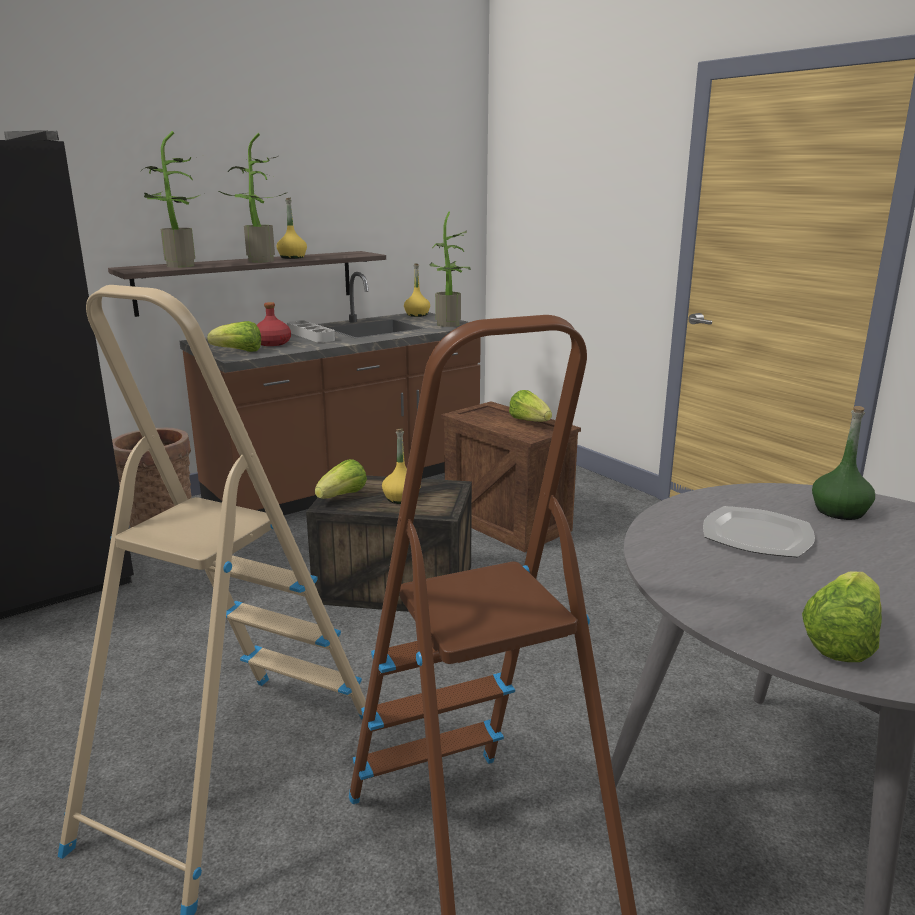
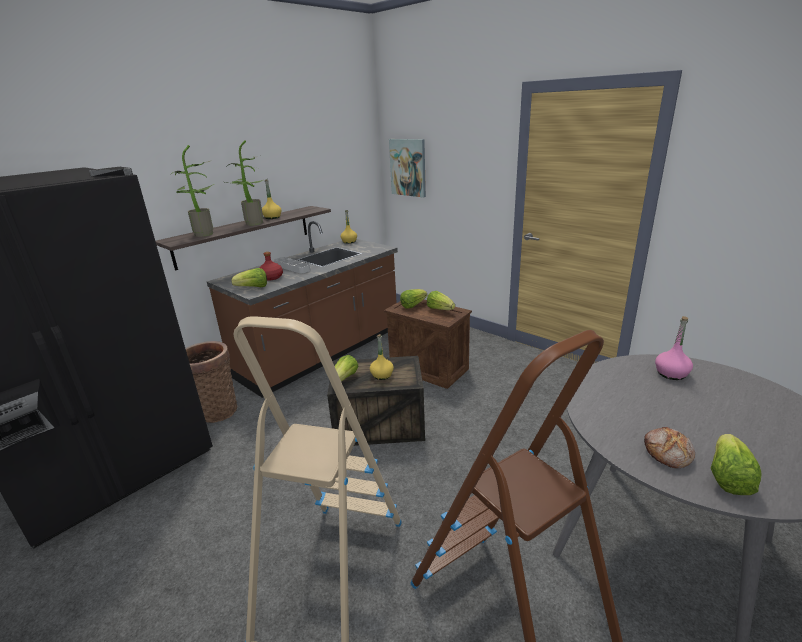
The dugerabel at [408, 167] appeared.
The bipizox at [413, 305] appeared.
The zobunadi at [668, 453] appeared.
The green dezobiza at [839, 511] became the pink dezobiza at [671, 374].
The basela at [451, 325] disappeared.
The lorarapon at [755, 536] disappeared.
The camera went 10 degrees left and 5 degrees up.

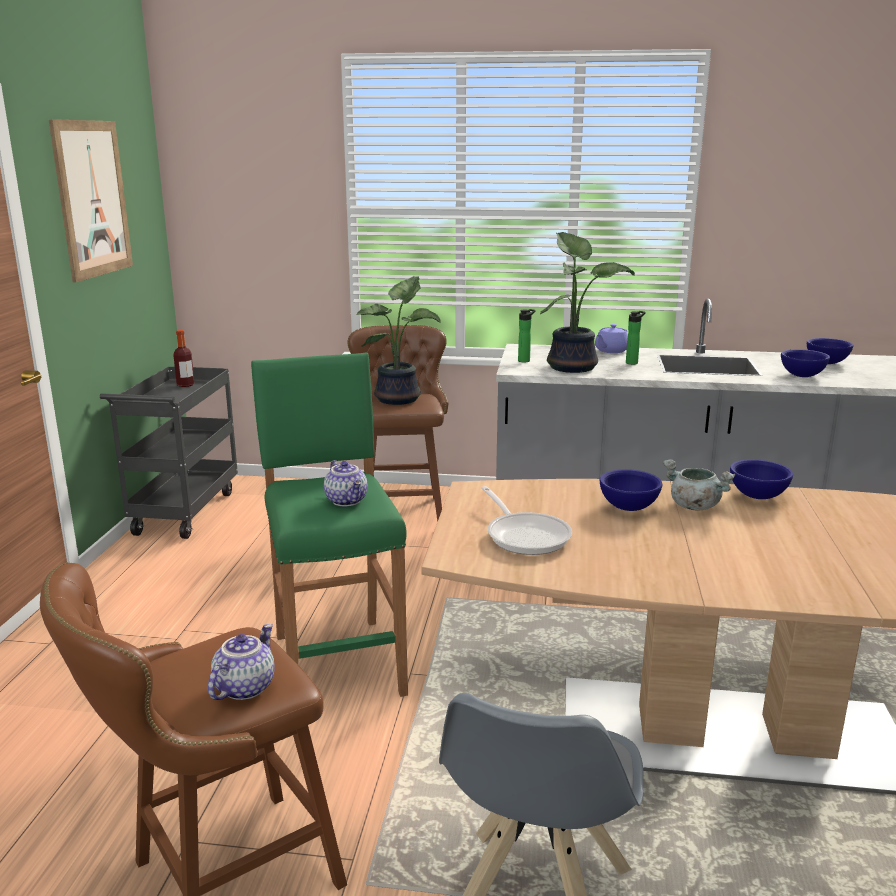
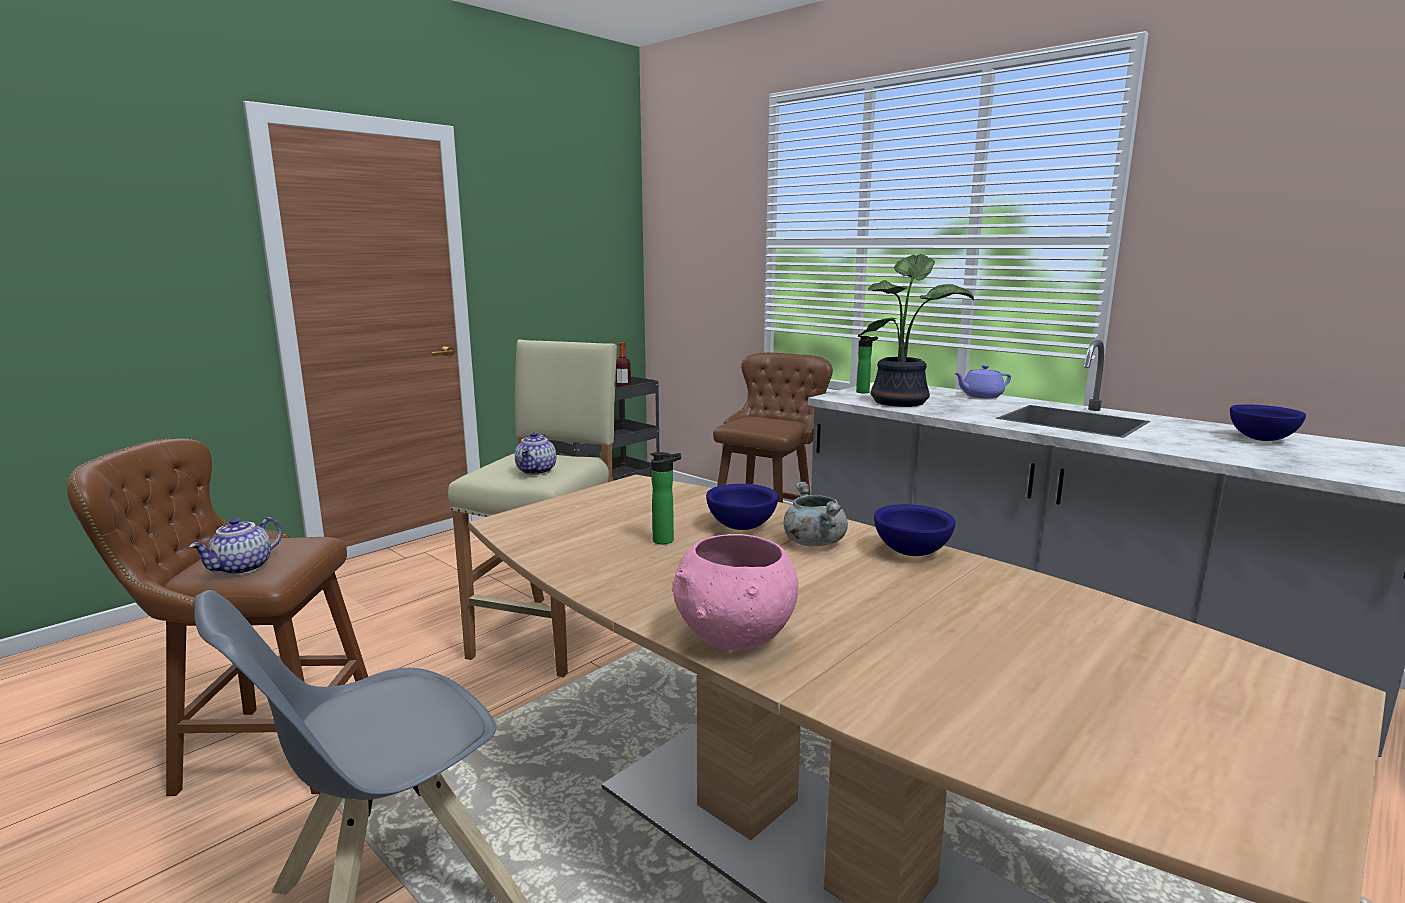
The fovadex at [244, 687] turned 150 degrees clockwise.
The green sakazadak at [337, 663] became the beige sakazadak at [550, 633].
The dezobiza moved from [633, 363] to [666, 540].
The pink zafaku at [735, 638] appeared.
The dugerabel at [92, 199] disappeared.
The basela at [400, 399] disappeared.
The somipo at [525, 535] disappeared.
The blue zafaku at [802, 375] disappeared.
The camera went 35 degrees right and 5 degrees down.

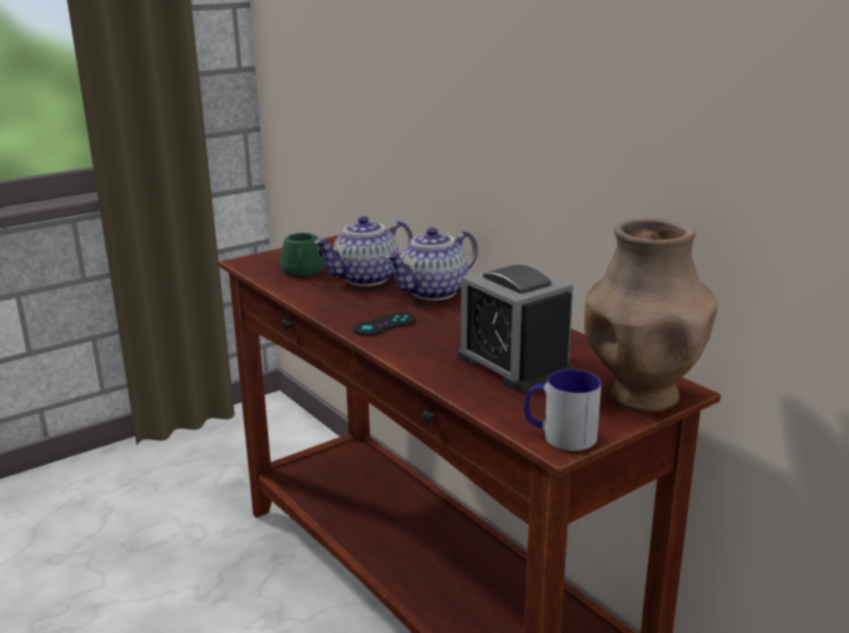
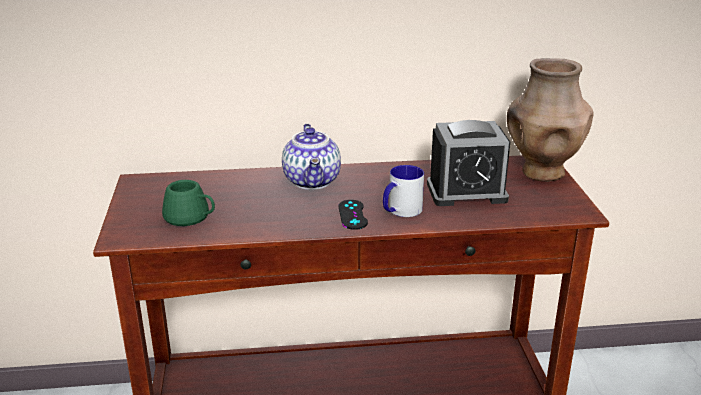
The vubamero moved from [559, 436] to [400, 211].
The fovadex at [366, 279] disappeared.
The camera went 60 degrees left and 5 degrees up.

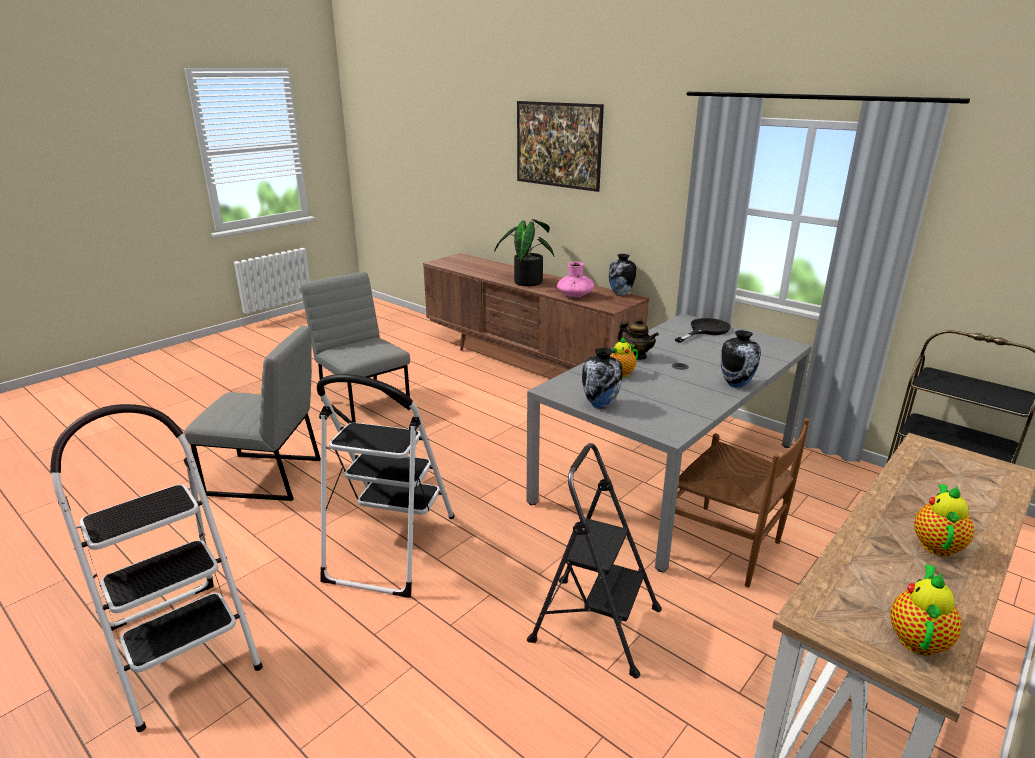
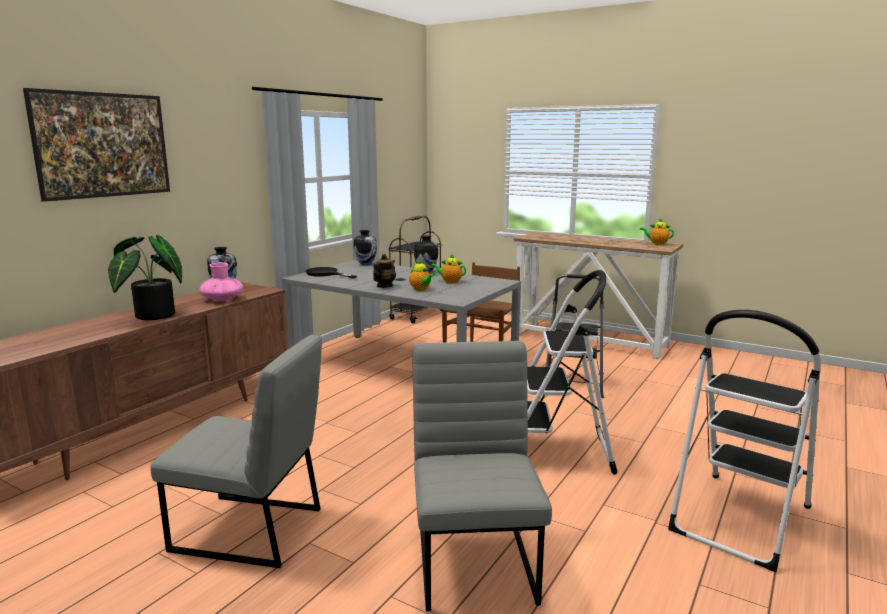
The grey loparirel at [364, 403] turned 120 degrees counterclockwise.
The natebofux moved from [601, 405] to [366, 264].
The fovadex moved from [936, 544] to [450, 282].
The camera went 100 degrees left and 10 degrees down.

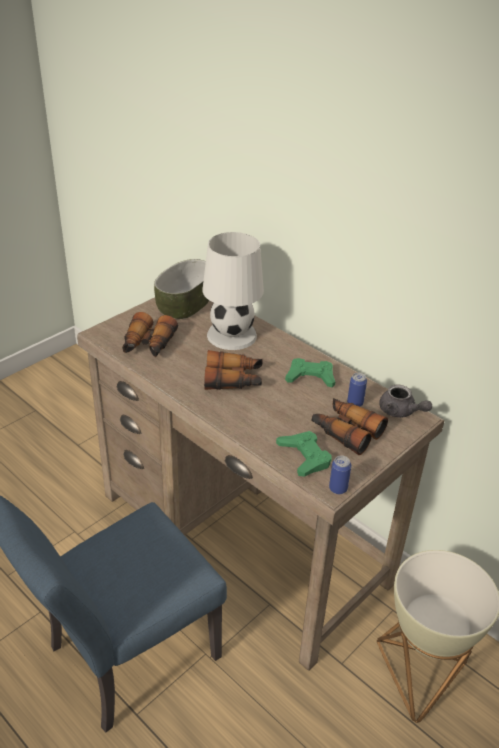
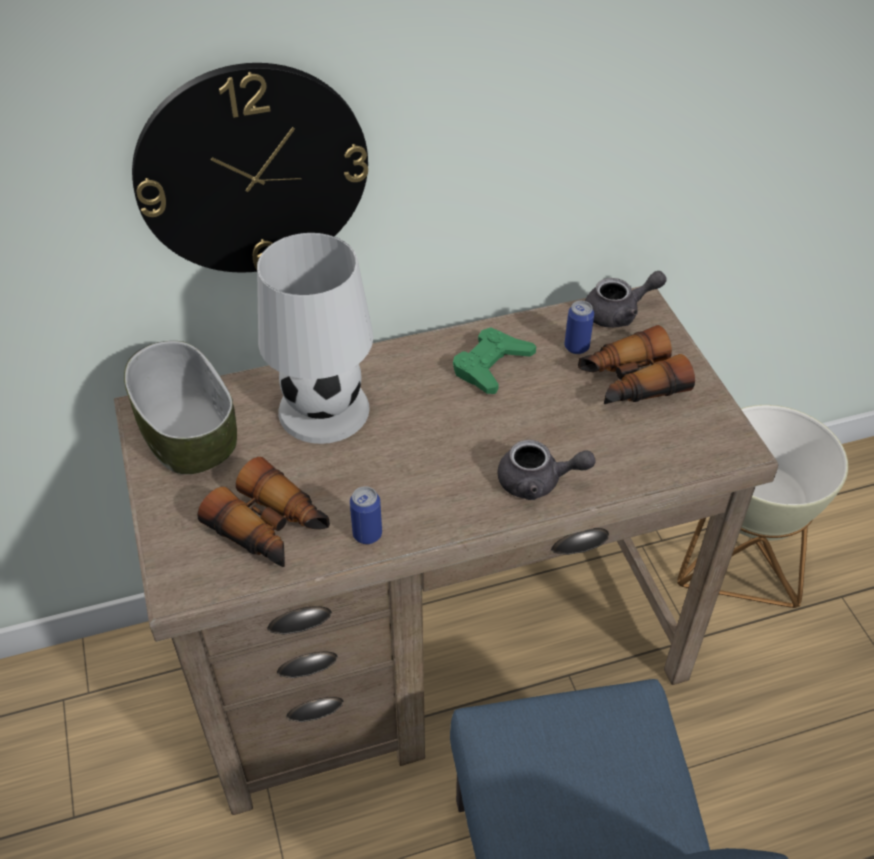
The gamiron at [252, 171] appeared.
The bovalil moved from [338, 488] to [367, 534].
The grey fovadex at [538, 482] appeared.
The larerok at [234, 379] disappeared.
The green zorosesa at [304, 457] disappeared.
The camera went 60 degrees left and 10 degrees up.

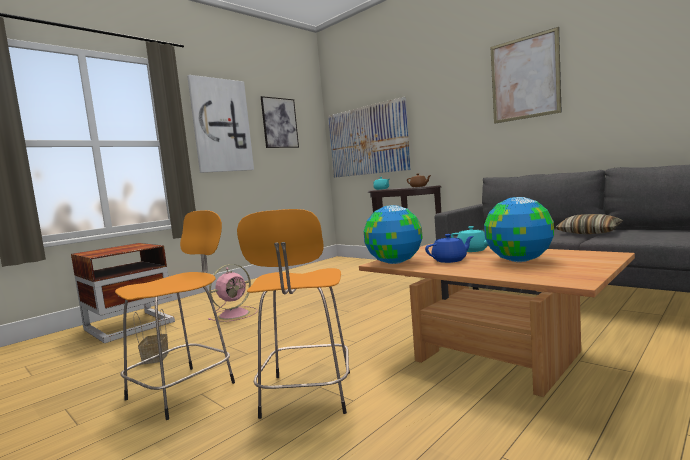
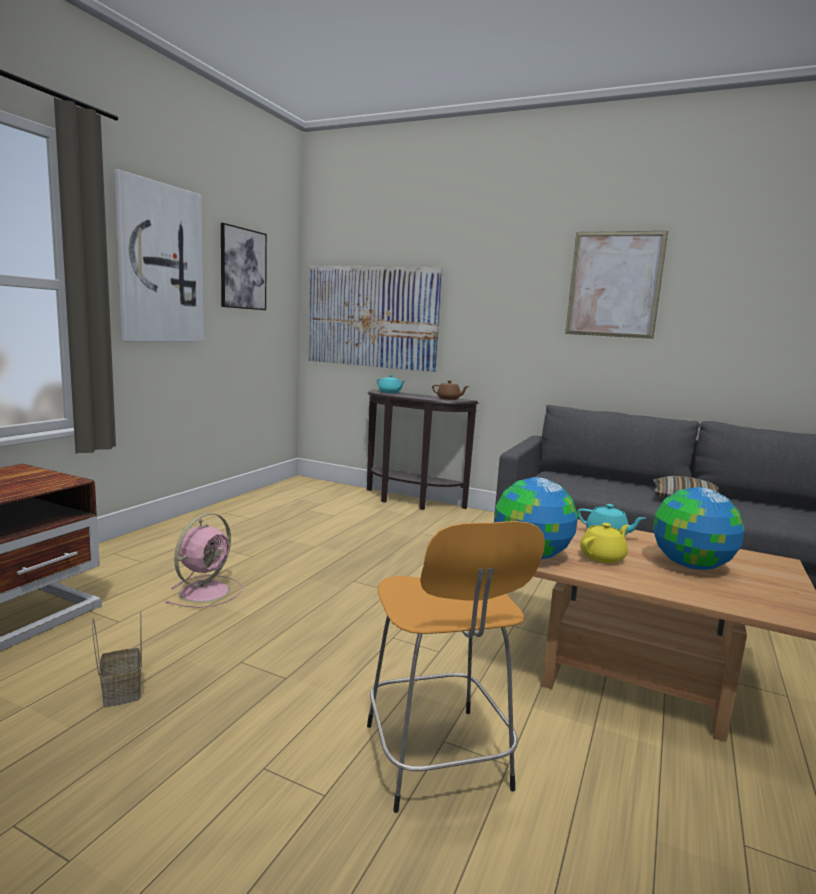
The blue fovadex at [450, 260] became the yellow fovadex at [603, 557].
The orange sakazadak at [184, 389] disappeared.
The camera went 20 degrees left and 5 degrees up.

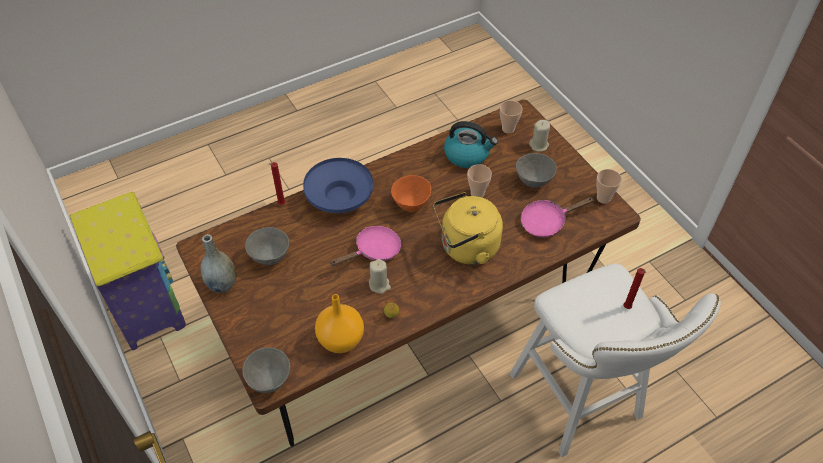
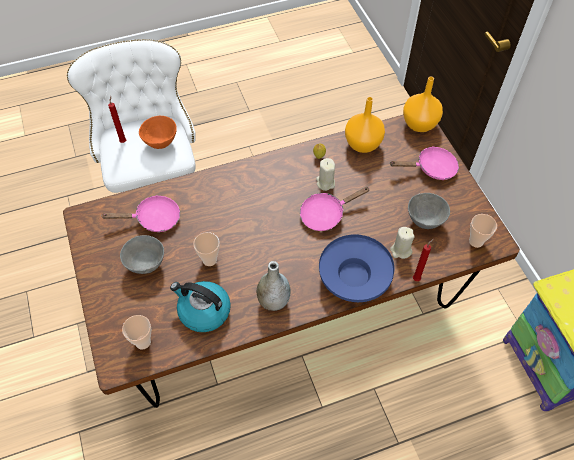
The orange zafaku moved from [411, 204] to [161, 143].
The grey natebofux moved from [222, 284] to [273, 301].
The pink somipo at [431, 168] appeared.
The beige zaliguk moved from [539, 145] to [400, 250].
The grey zafaku at [270, 381] was replaced by the orange natebofux at [418, 124].
The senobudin moved from [603, 198] to [476, 241].
The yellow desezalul at [466, 248] disappeared.
The camera went 170 degrees left and 5 degrees up.

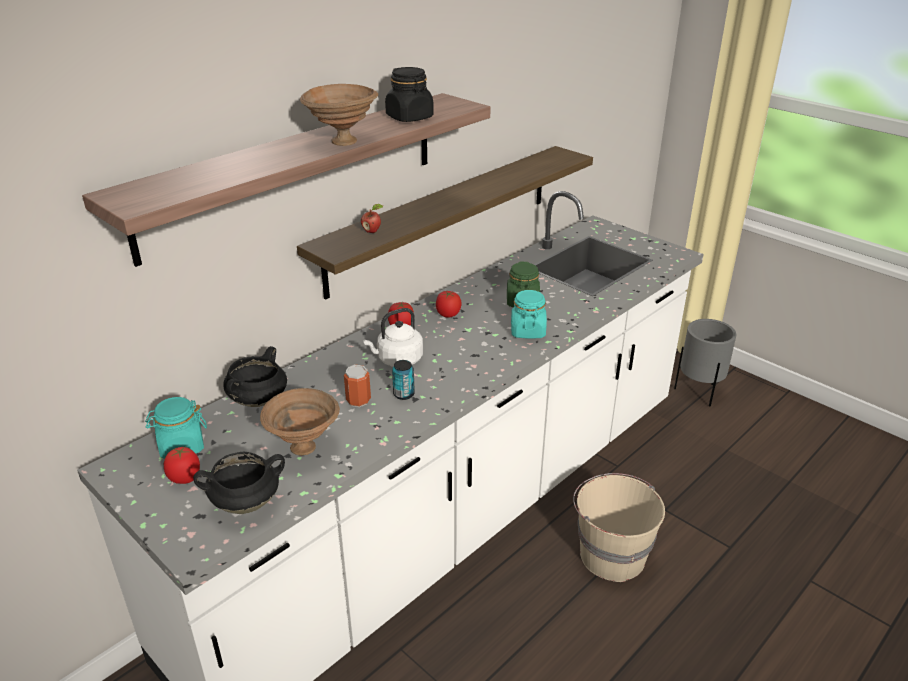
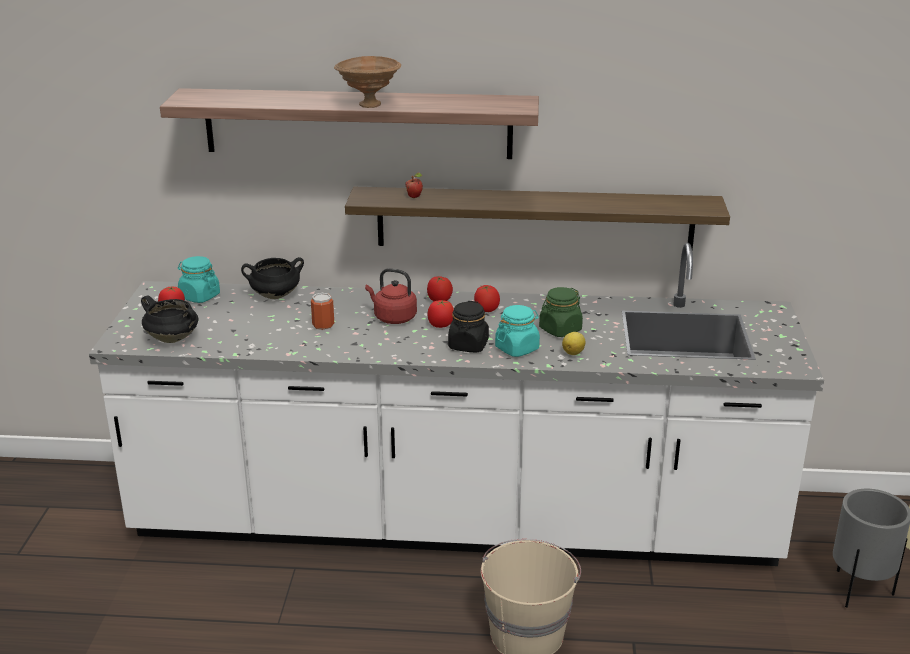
The white desezalul at [397, 360] became the red desezalul at [393, 318].
The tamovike at [440, 325] appeared.
The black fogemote moved from [410, 117] to [468, 345].
The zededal at [573, 352] appeared.
The brown zafaku at [305, 447] disappeared.
The bovalil at [404, 394] disappeared.
The camera went 50 degrees right and 5 degrees down.

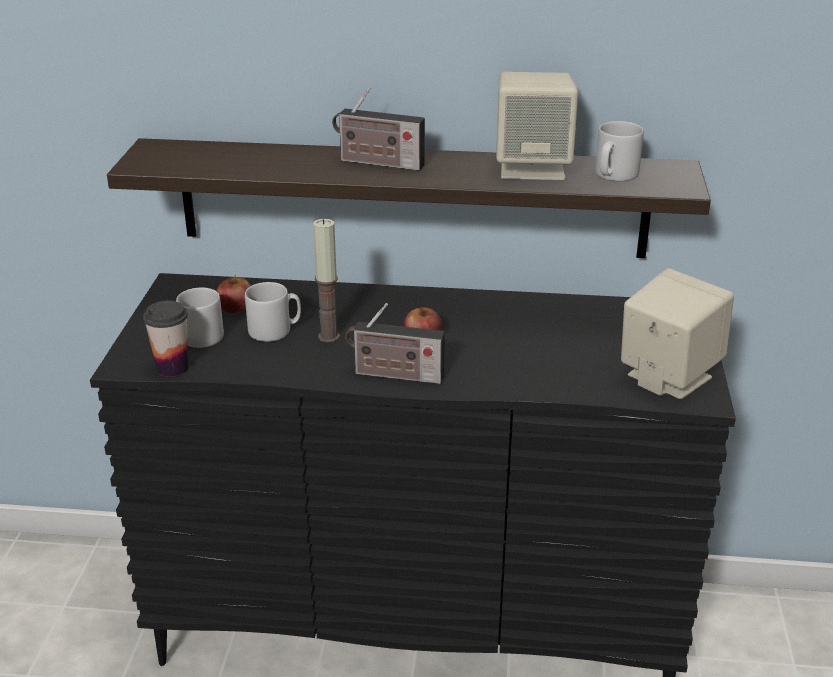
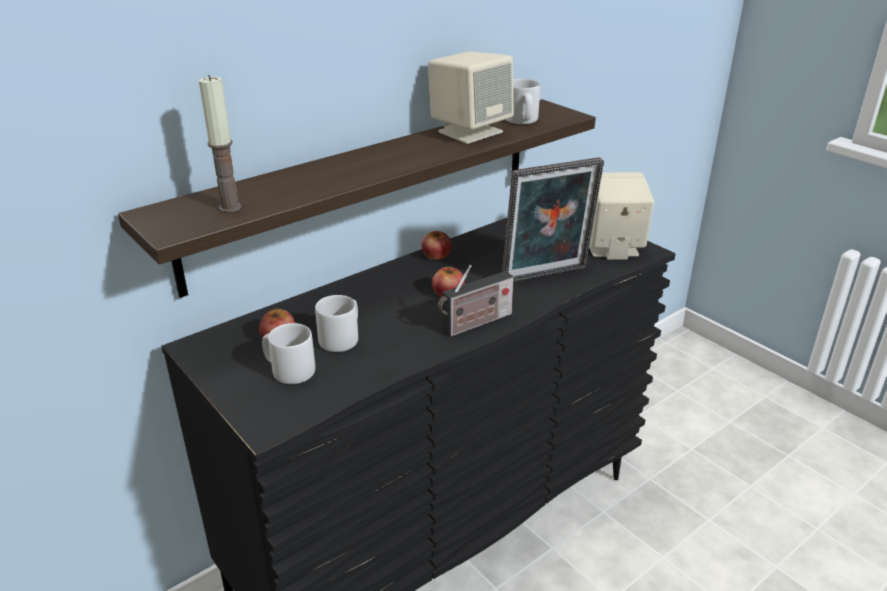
The zaliguk moved from [329, 336] to [230, 207].
The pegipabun at [436, 255] appeared.
The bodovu at [546, 277] appeared.
The senobudin at [172, 368] disappeared.
The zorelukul at [377, 163] disappeared.
The camera went 45 degrees left and 0 degrees up.

